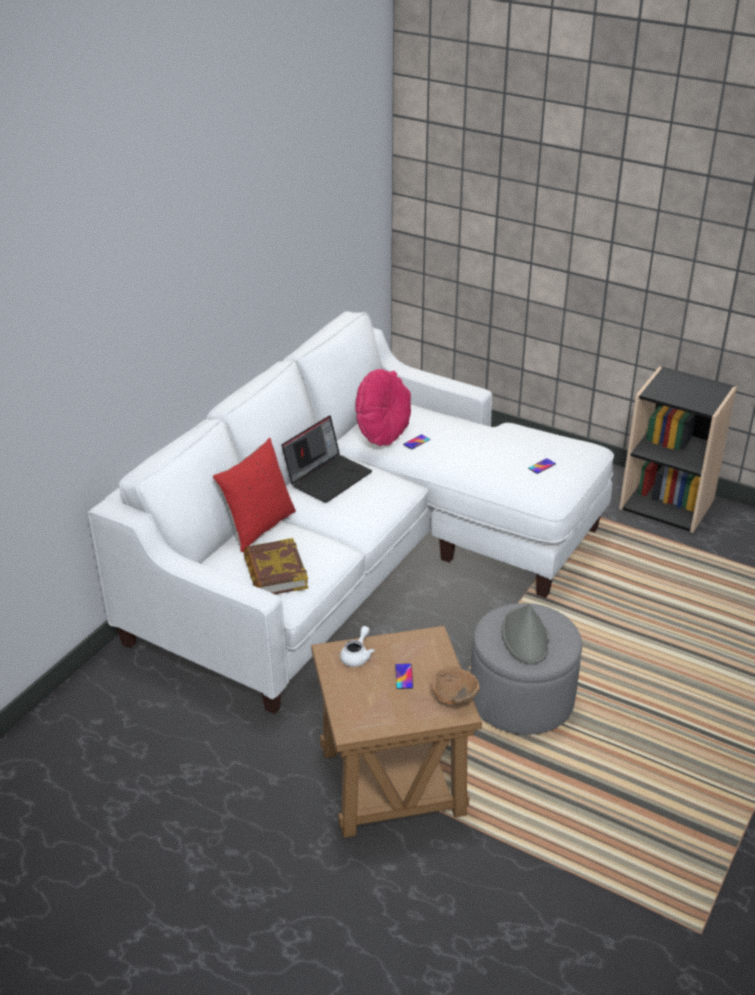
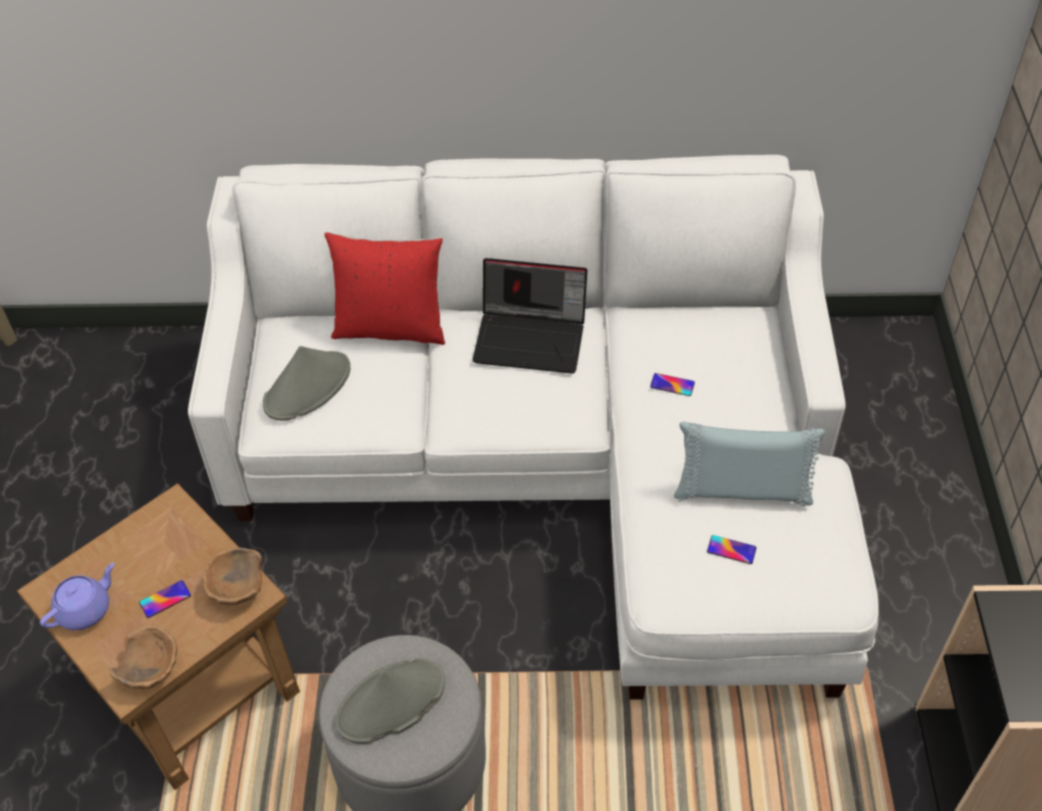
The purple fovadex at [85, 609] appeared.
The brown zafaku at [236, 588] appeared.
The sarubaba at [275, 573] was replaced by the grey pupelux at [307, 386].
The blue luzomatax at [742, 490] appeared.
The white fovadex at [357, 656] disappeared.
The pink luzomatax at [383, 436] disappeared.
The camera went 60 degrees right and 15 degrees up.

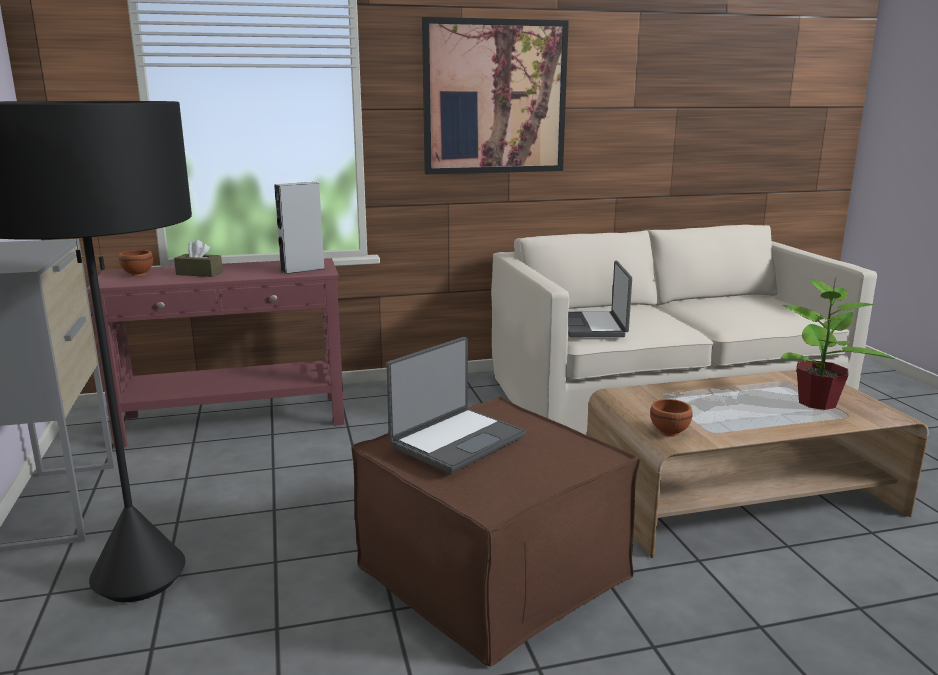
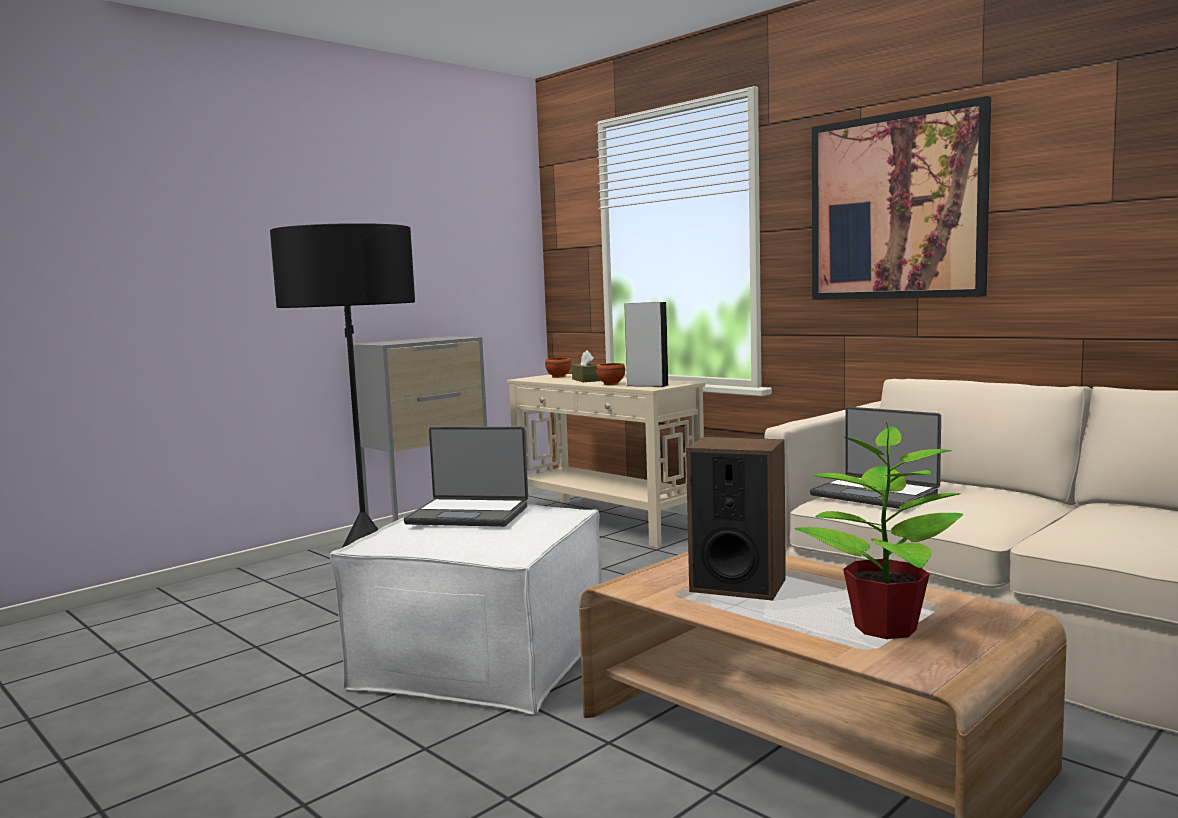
The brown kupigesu at [493, 571] became the white kupigesu at [482, 658].
The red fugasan at [235, 420] became the beige fugasan at [605, 522].
The brown zafaku moved from [670, 432] to [611, 384].
The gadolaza at [738, 585] appeared.
The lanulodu at [594, 326] turned 105 degrees counterclockwise.
The camera went 60 degrees right and 10 degrees down.

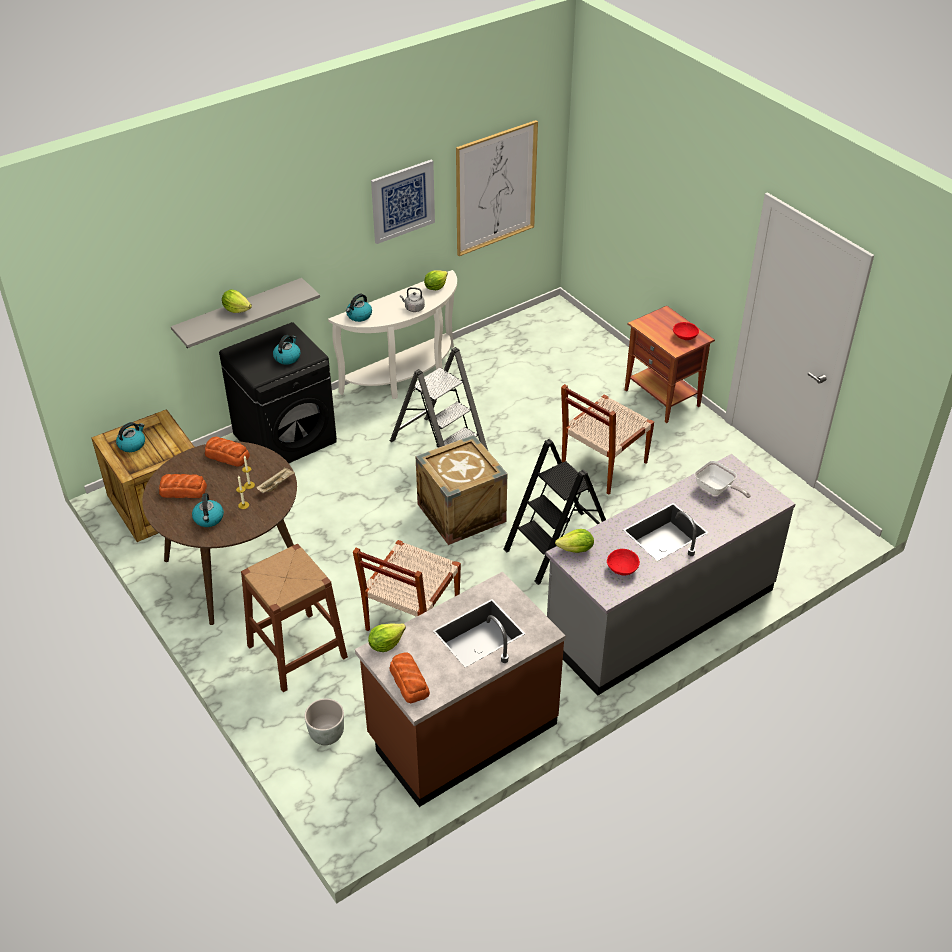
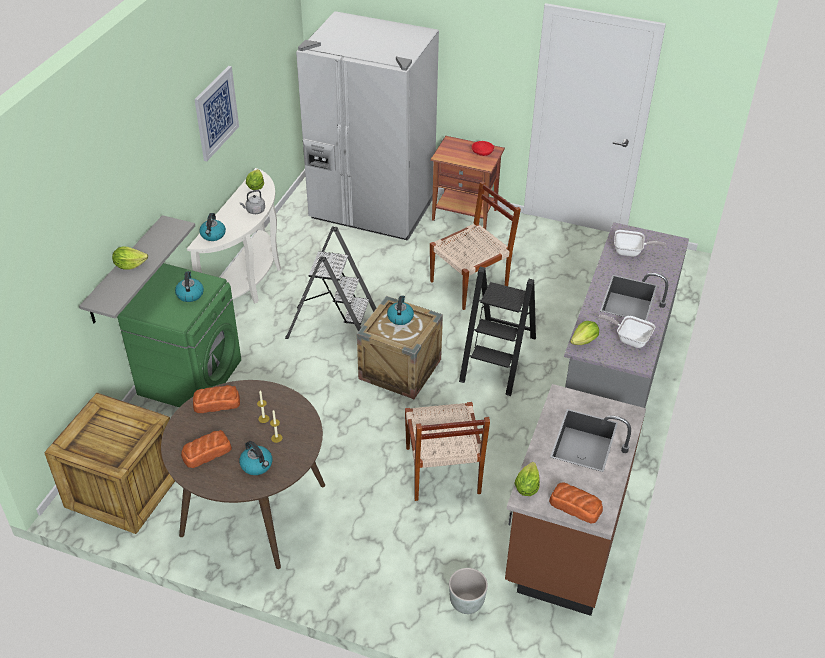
The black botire at [287, 438] became the green botire at [192, 376].
The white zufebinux at [372, 209] appeared.
The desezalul moved from [132, 444] to [400, 317].
The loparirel at [602, 466] turned 135 degrees counterclockwise.
The red zafaku at [622, 568] was replaced by the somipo at [629, 339].
The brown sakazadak at [297, 651] disappeared.
The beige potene at [276, 485] disappeared.
The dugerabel at [495, 188] disappeared.
The camera went 35 degrees left and 0 degrees up.

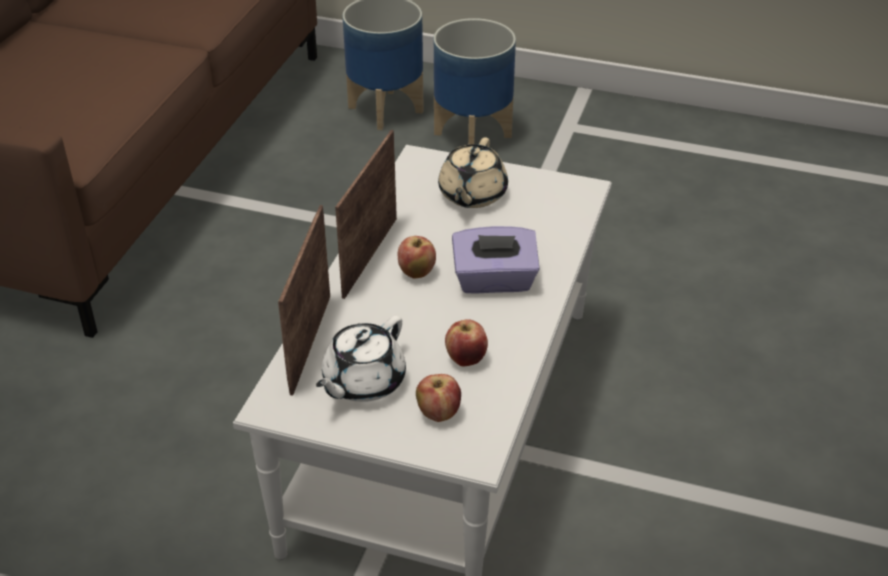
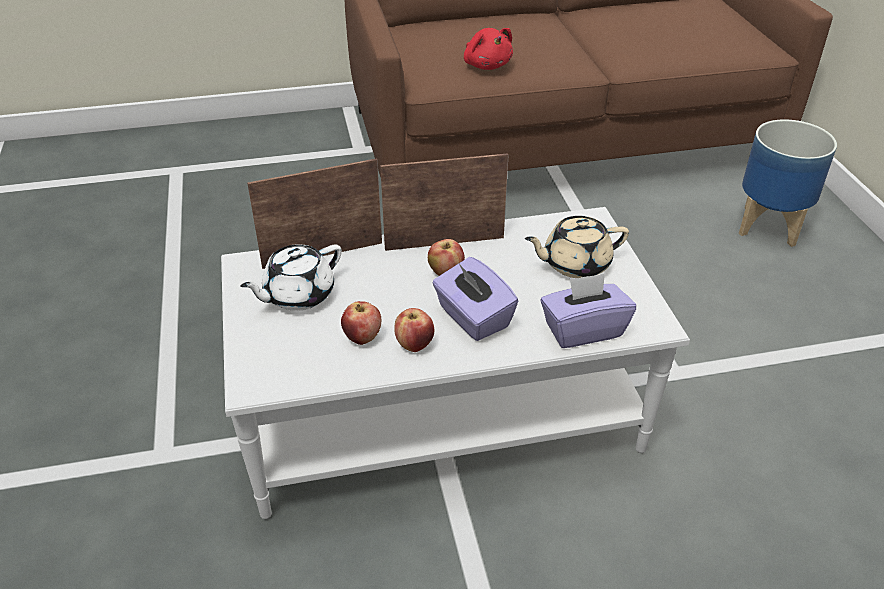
The white fovadex at [362, 382] turned 45 degrees counterclockwise.
The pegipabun moved from [439, 413] to [414, 345].
The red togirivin at [486, 65] appeared.
The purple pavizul at [583, 330] appeared.
The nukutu at [473, 134] disappeared.
The camera went 60 degrees right and 0 degrees up.

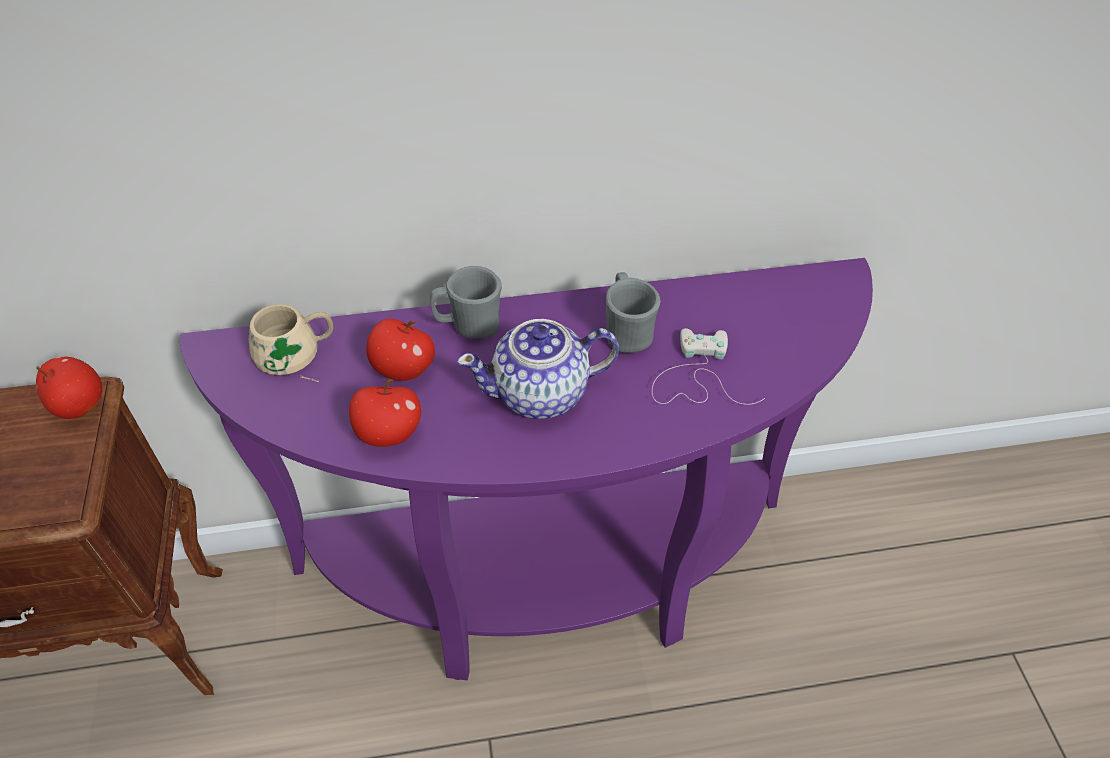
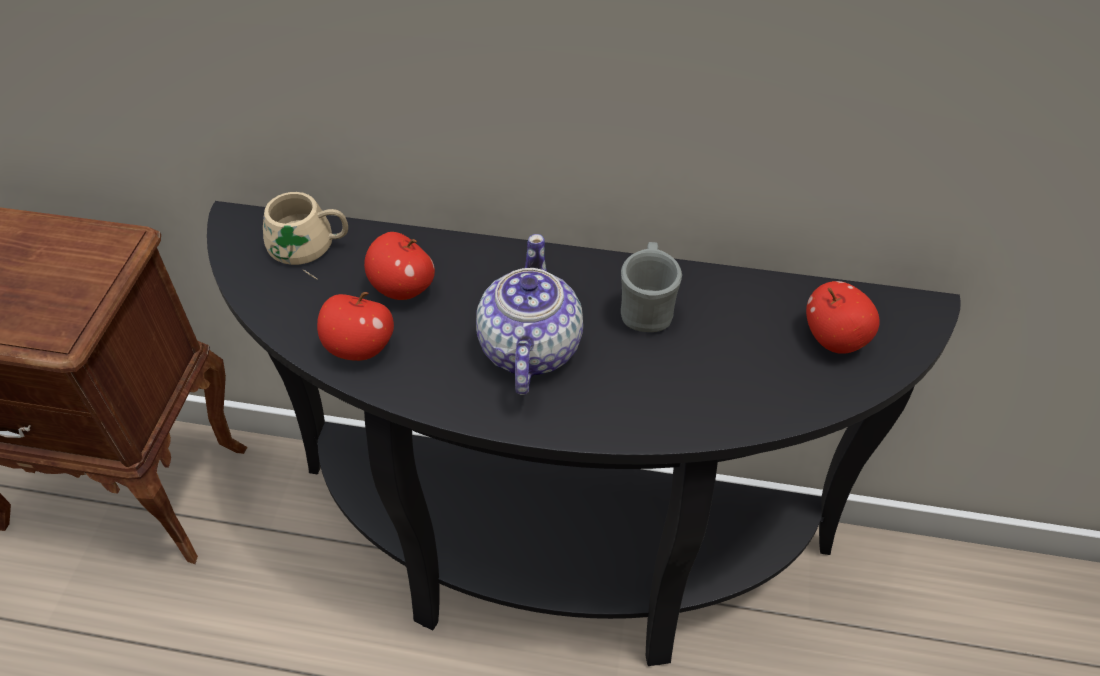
The purple fugasan at [550, 585] became the black fugasan at [552, 561].
The fovadex at [541, 393] turned 90 degrees clockwise.
The pegipabun moved from [80, 405] to [834, 338].
The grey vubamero at [468, 326] disappeared.
The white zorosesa at [696, 376] disappeared.
The camera went 20 degrees right and 0 degrees up.

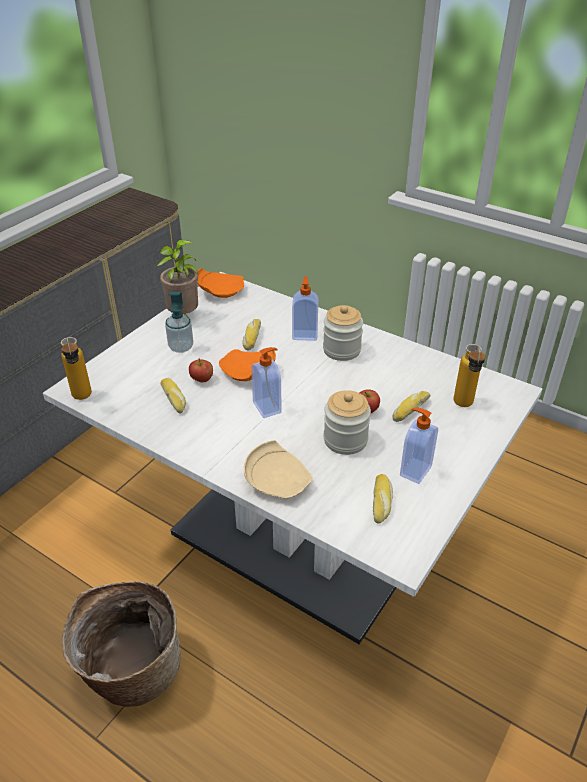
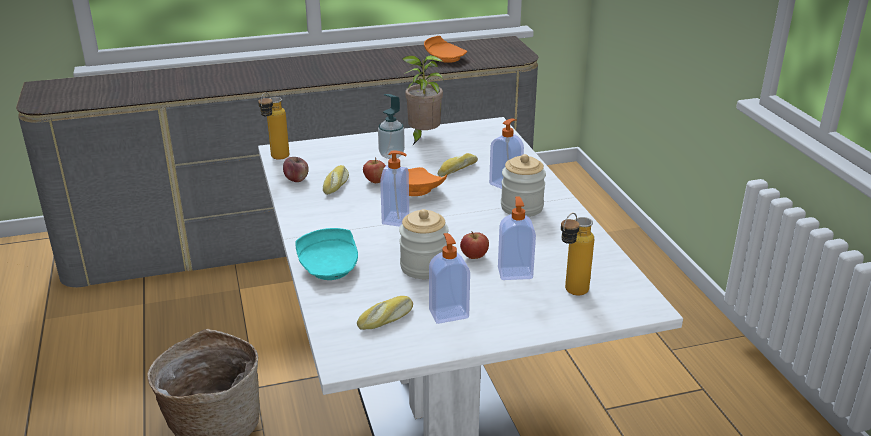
The pegipabun at [296, 179] appeared.
The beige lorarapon at [278, 481] became the turquoise lorarapon at [330, 266].
The orange lorarapon moved from [220, 291] to [444, 58].
The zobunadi at [410, 409] was replaced by the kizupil at [515, 273].
The camera went 40 degrees right and 10 degrees down.

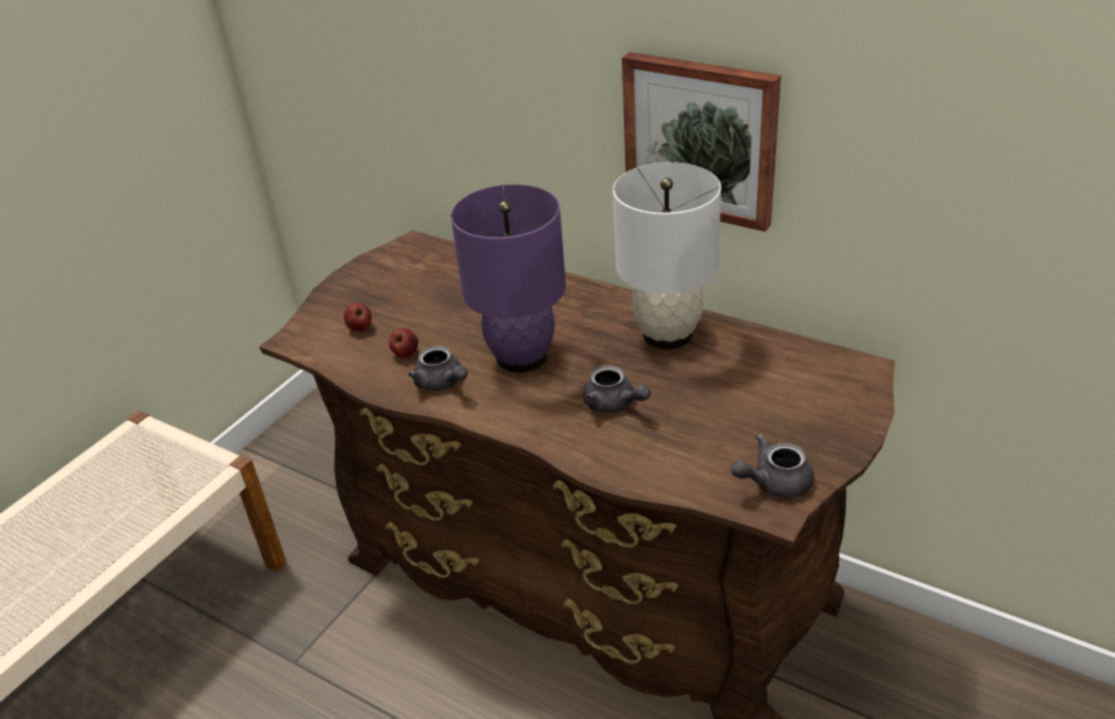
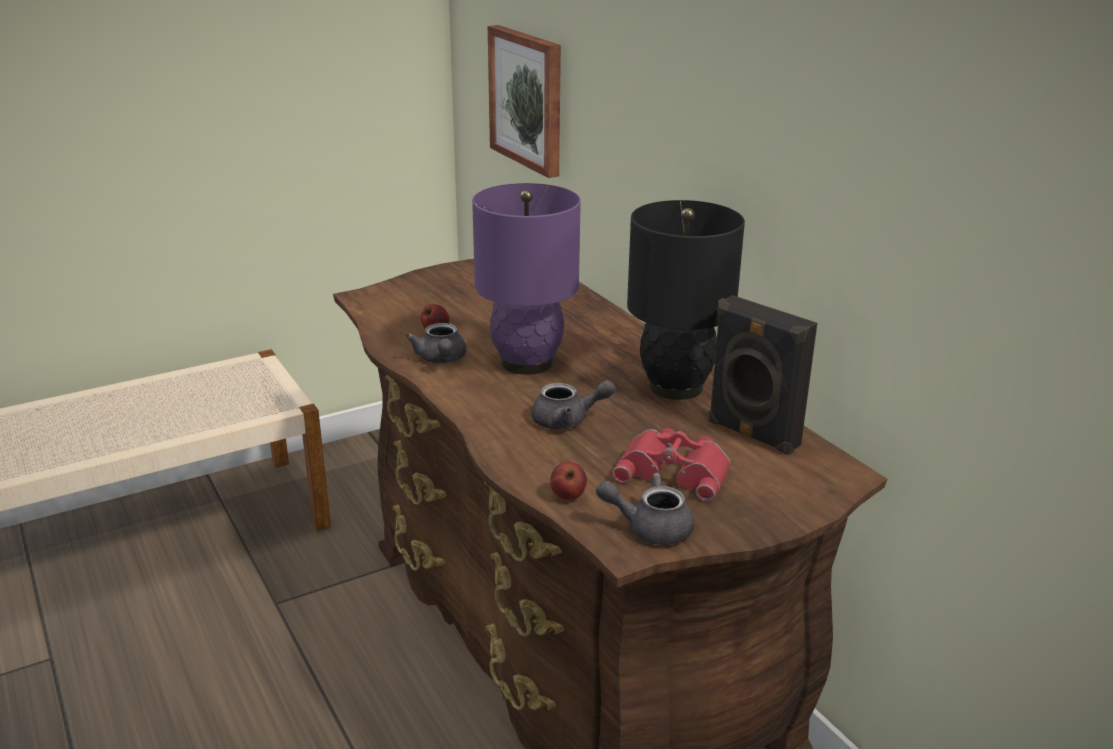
The dugerabel moved from [701, 139] to [528, 99].
The grey fovadex at [614, 404] turned 75 degrees counterclockwise.
The pegipabun moved from [360, 328] to [568, 496].
The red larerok at [675, 471] appeared.
The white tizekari at [667, 334] became the black tizekari at [675, 386].
The black gadolaza at [751, 434] appeared.
The camera went 25 degrees right and 10 degrees down.

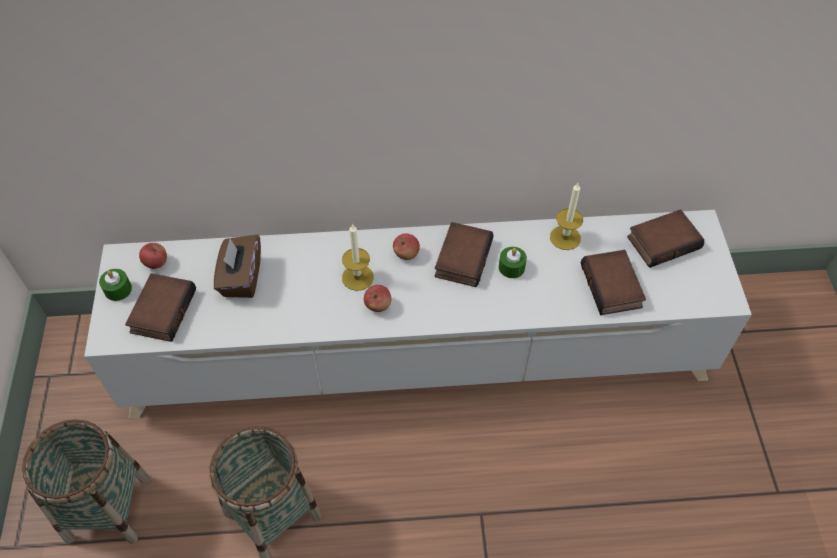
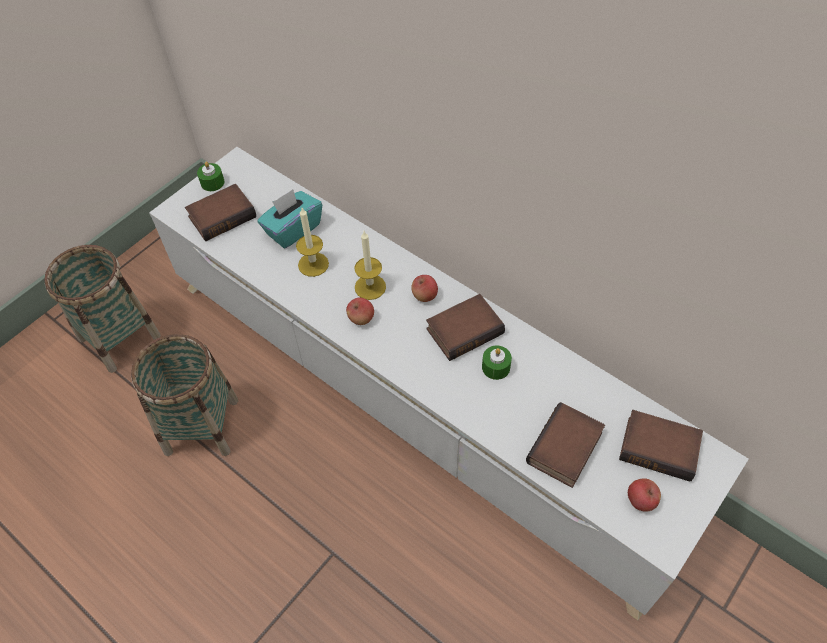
The brown pavizul at [241, 278] became the turquoise pavizul at [293, 229].
The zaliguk moved from [565, 237] to [313, 264].
The pegipabun moved from [156, 263] to [640, 500].
The camera went 45 degrees right and 0 degrees up.

